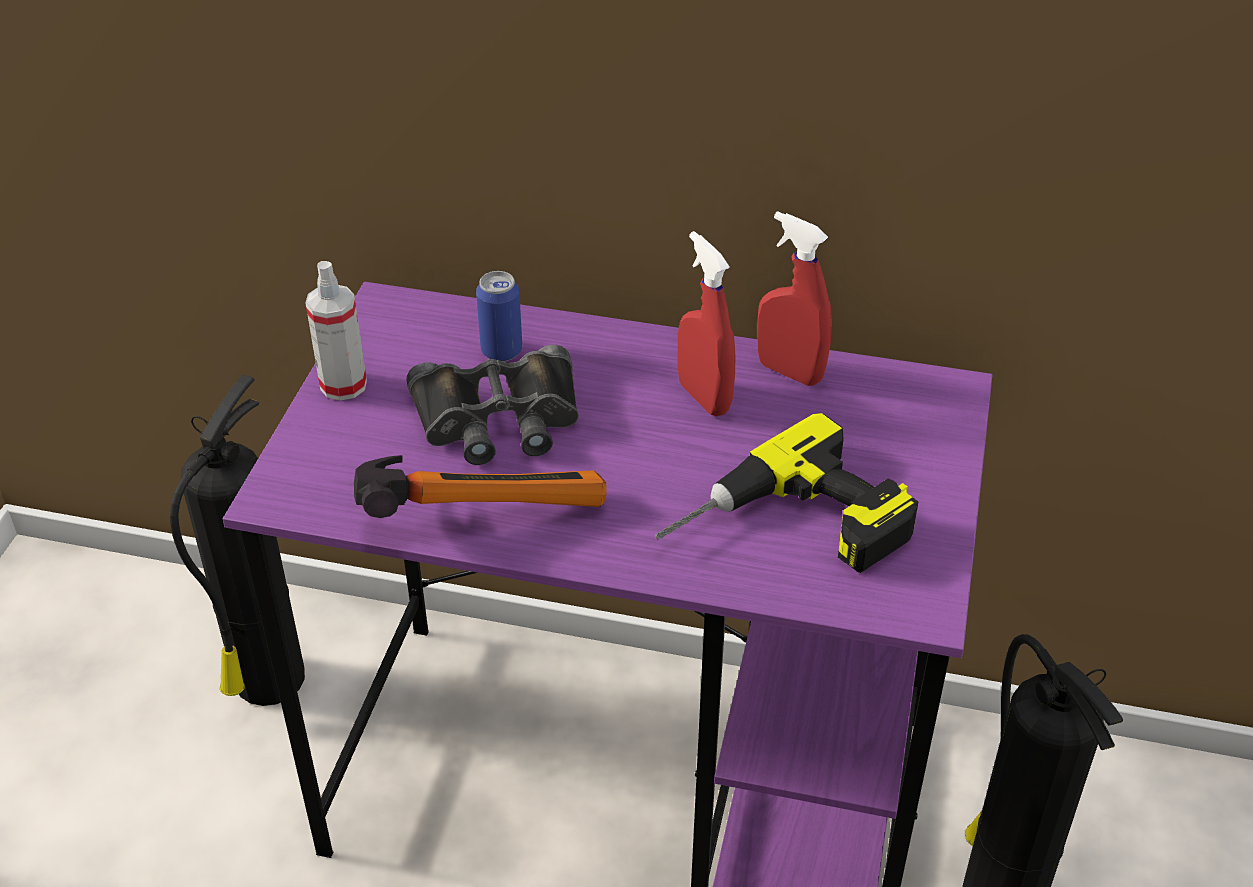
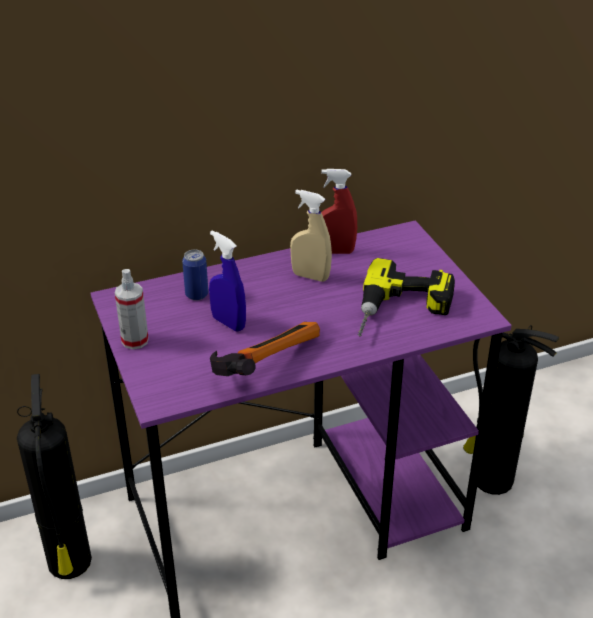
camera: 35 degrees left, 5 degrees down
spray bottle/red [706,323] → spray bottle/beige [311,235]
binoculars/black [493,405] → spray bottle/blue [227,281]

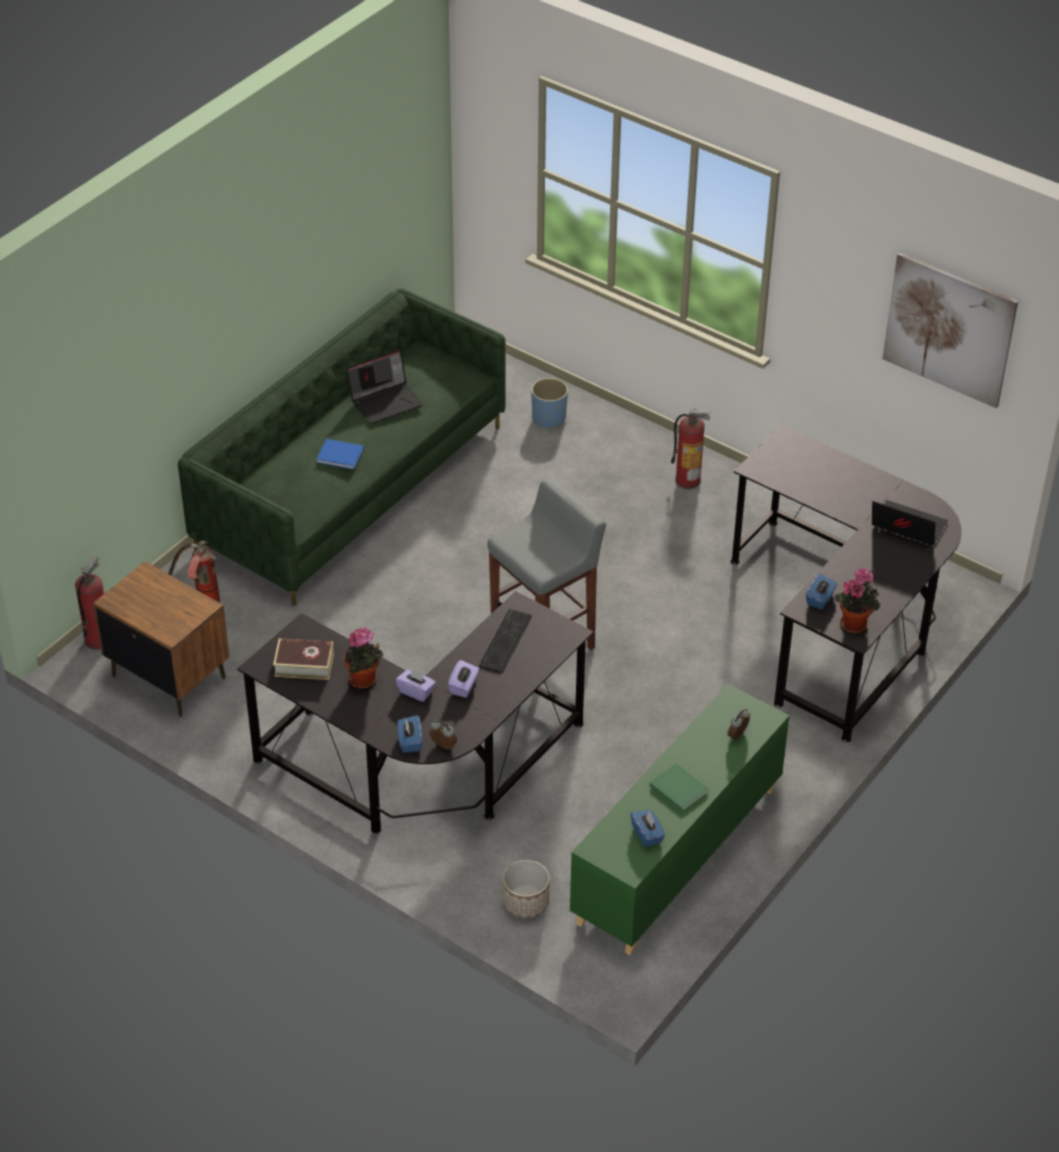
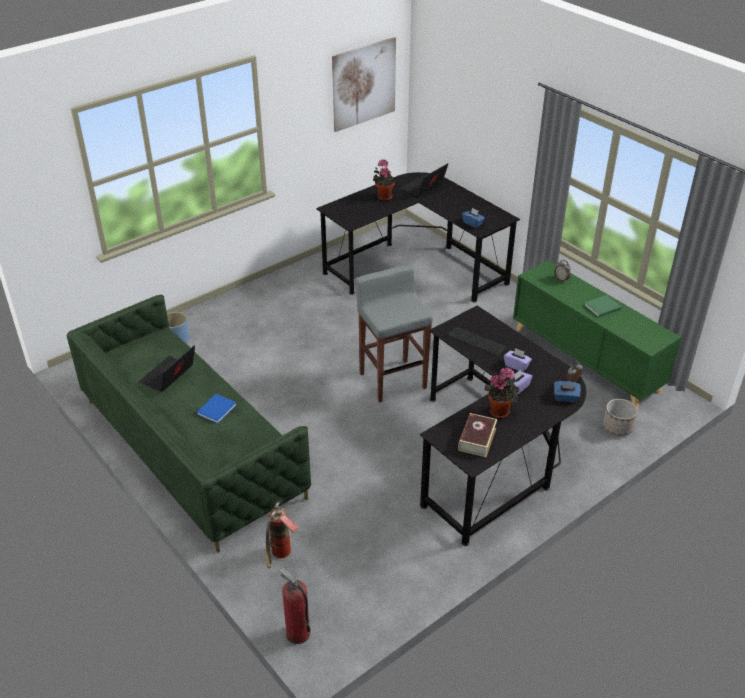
camera: 75 degrees left, 5 degrees down
laptop [384,387] → laptop [167,368], 135 degrees counterclockwise
fire extinguisher [691,449] → -
nightstand/brown [161,639] → -
potted plant [857,600] → potted plant [384,180], shifted
tissue box/blue [648,828] → -

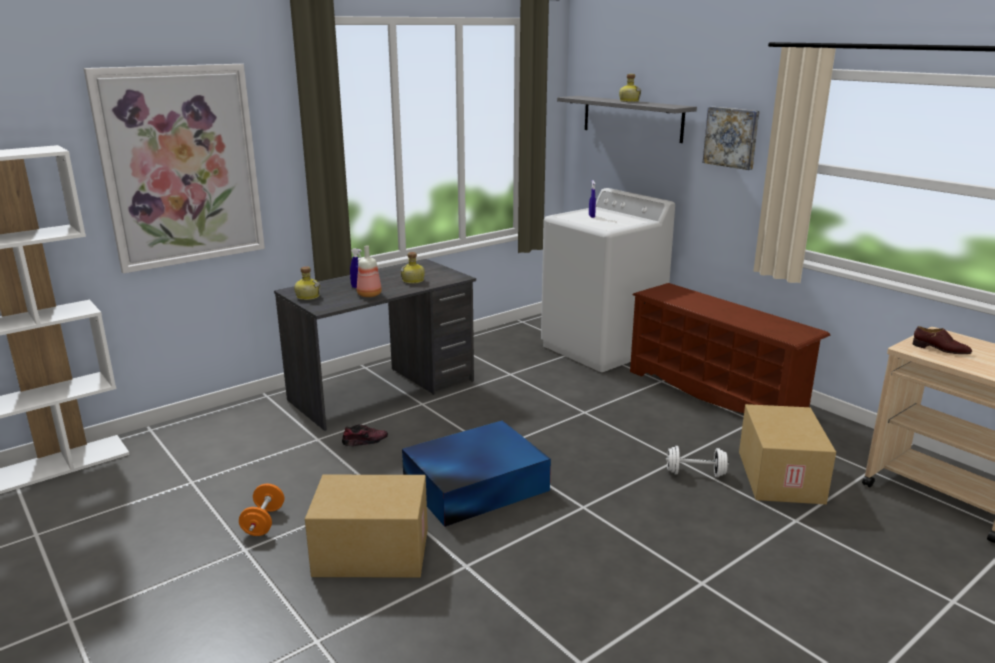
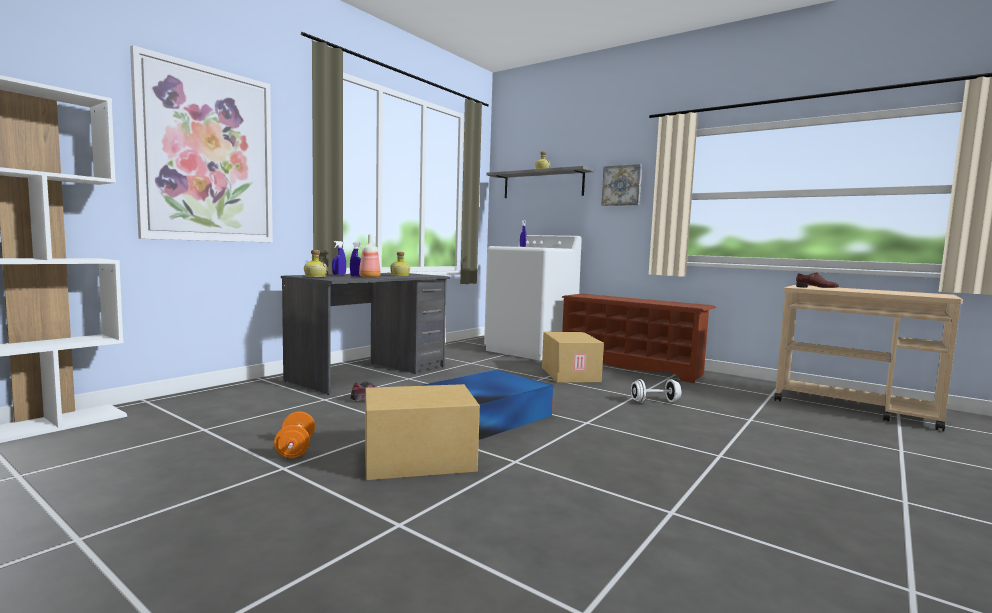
camera: 15 degrees left, 15 degrees down
cardboard box [787,454] → cardboard box [573,357], shifted
- → spray bottle/blue [339,258]

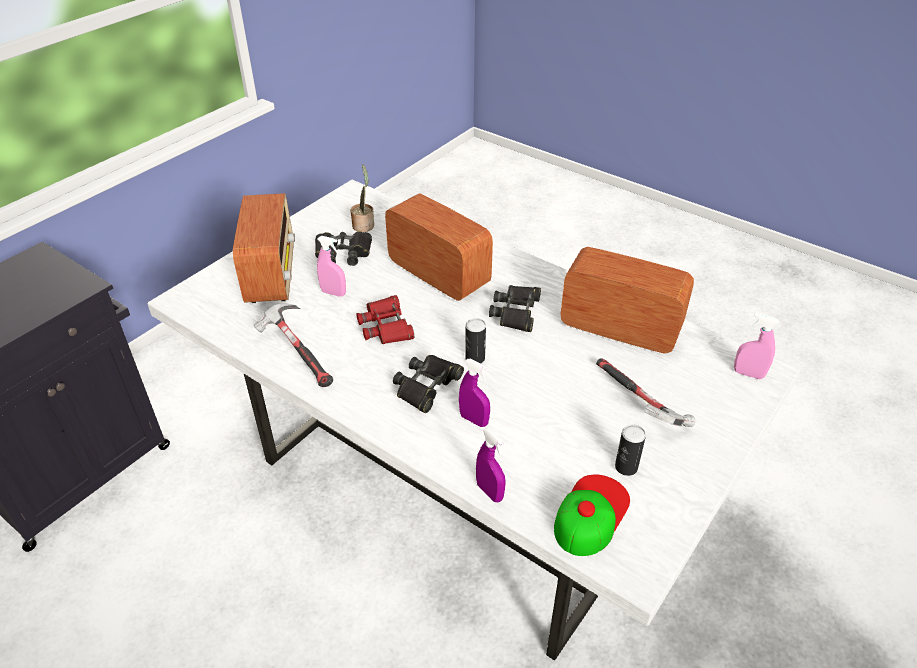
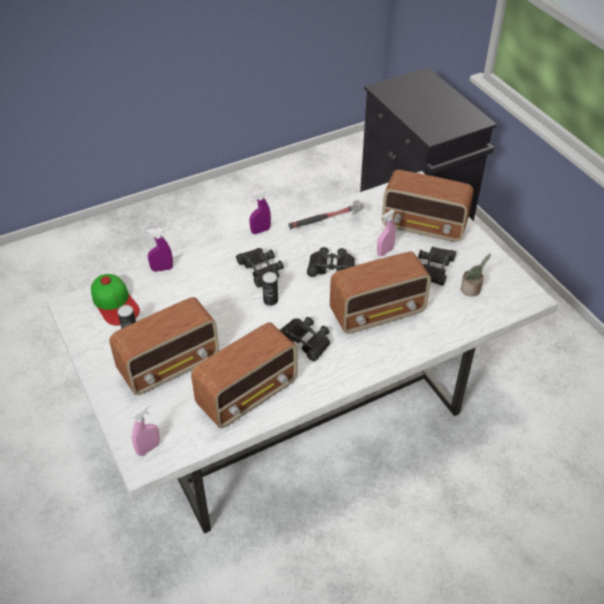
camera: 115 degrees right, 5 degrees up
binoculars/red [385,319] → binoculars/black [331,262]
hammer [645,392] → radio [164,346]
spray bottle/purple [474,393] → spray bottle/purple [260,212], shifted

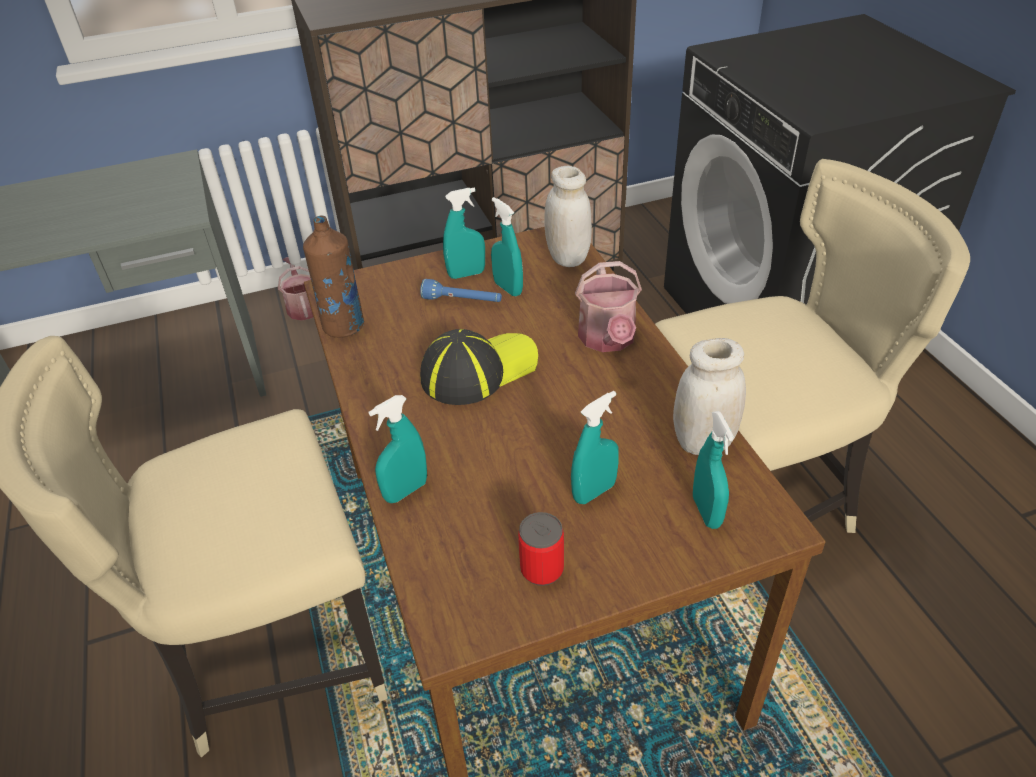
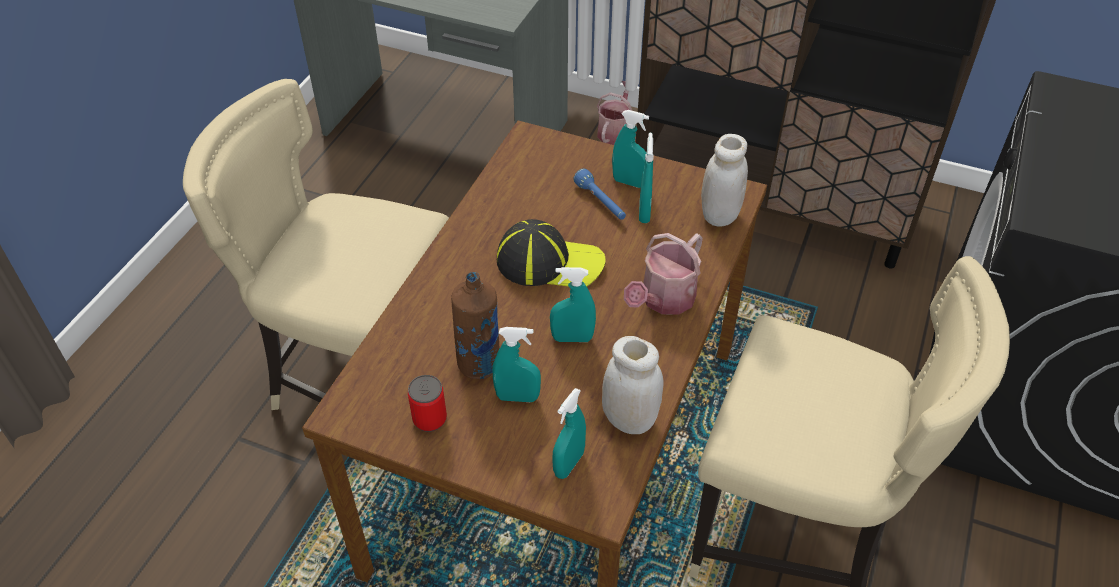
camera: 40 degrees right, 5 degrees up
bottle/brown [333,276] → bottle/brown [475,325], shifted
spray bottle/turquoise [398,449] → spray bottle/turquoise [573,304], shifted

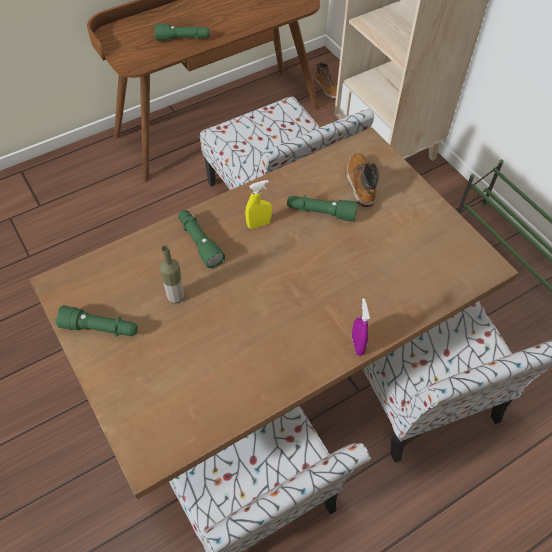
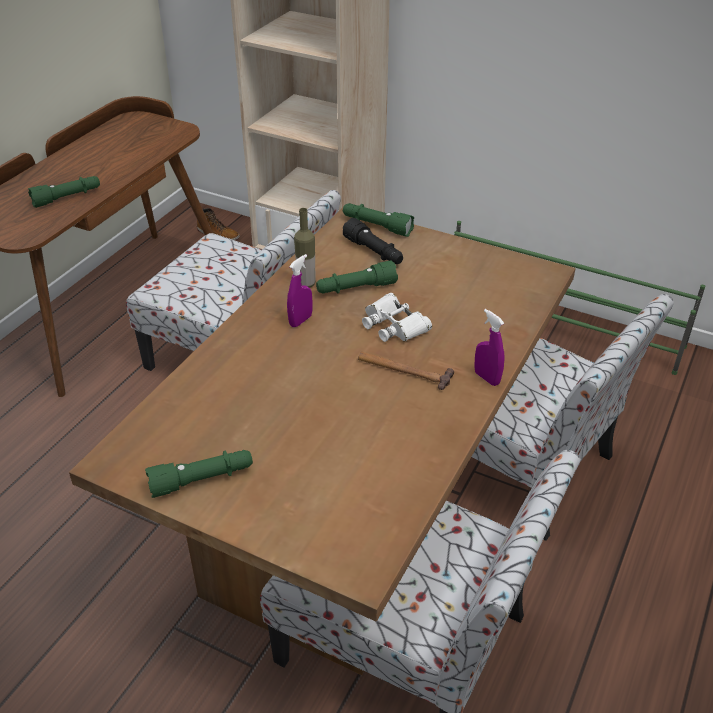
camera: 30 degrees left, 15 degrees down
boot [363,180] → flashlight/black [373,241]
spray bottle/yellow [258,204] → spray bottle/purple [299,290]
flashlight/green [201,239] → flashlight/green [378,220], shifted
bottle [171,274] → bottle [304,248], shifted
- → binoculars/white [397,317]
- → hammer [406,371]

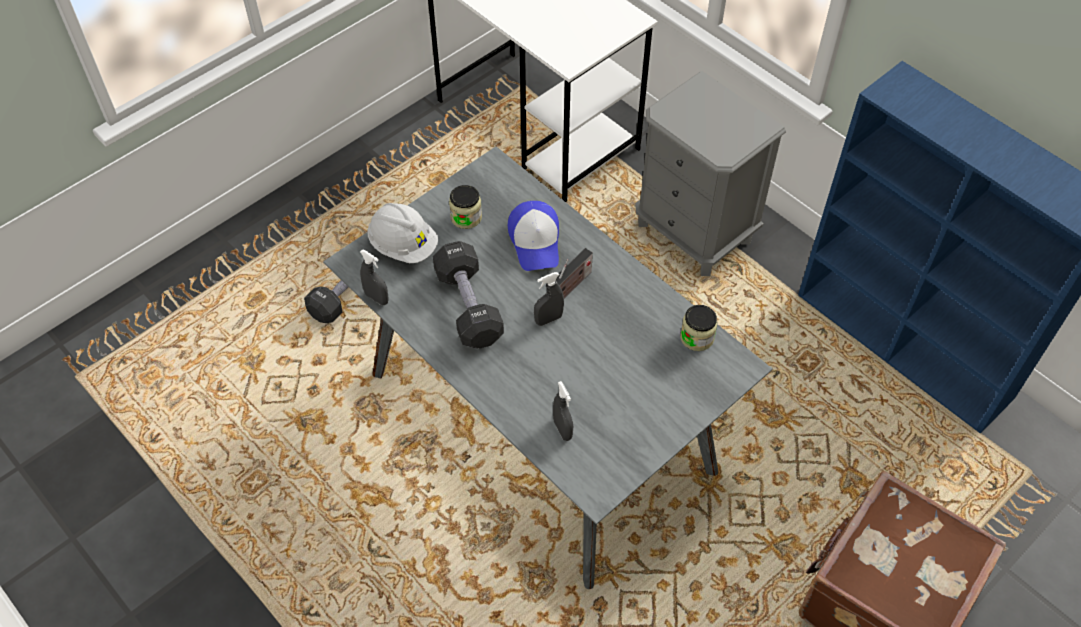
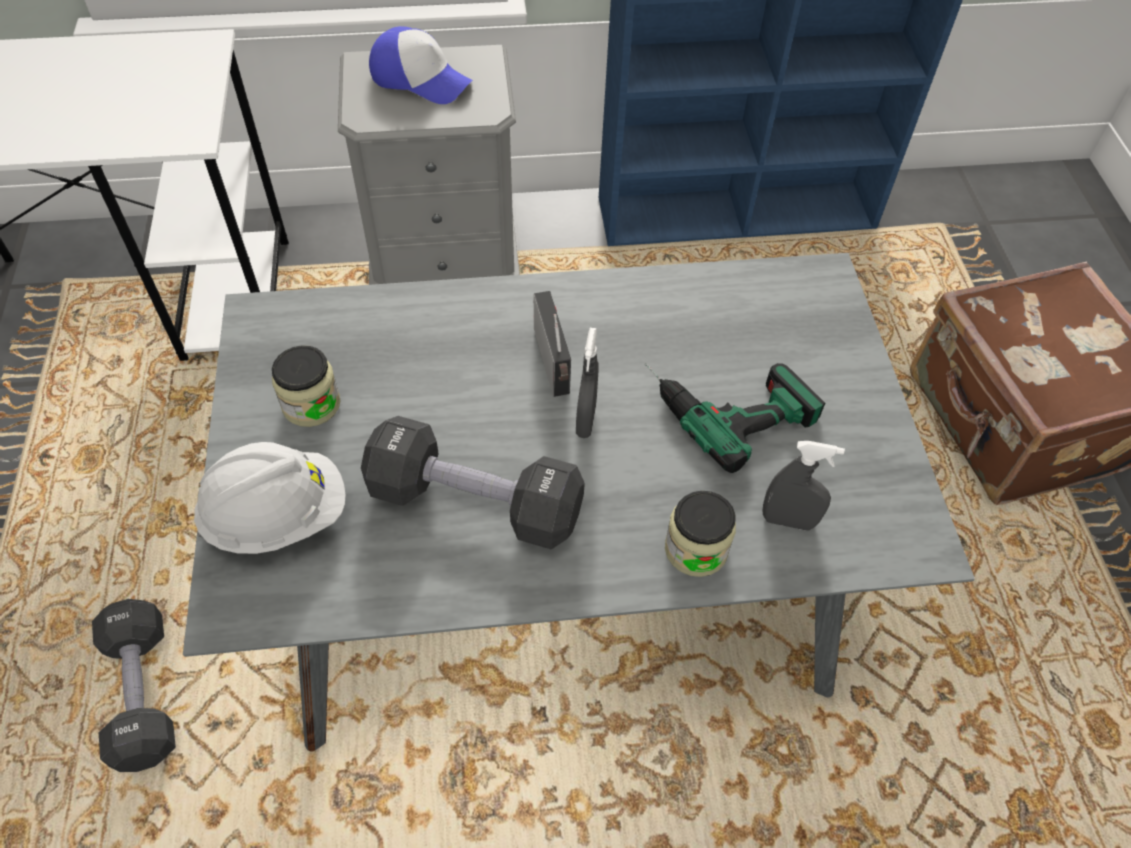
camera: 55 degrees left, 0 degrees up
cap [533,236] → cap [421,65], shifted
spray bottle/grey [374,277] → -
jar [698,328] → jar [700,534], shifted
- → power drill [735,418]

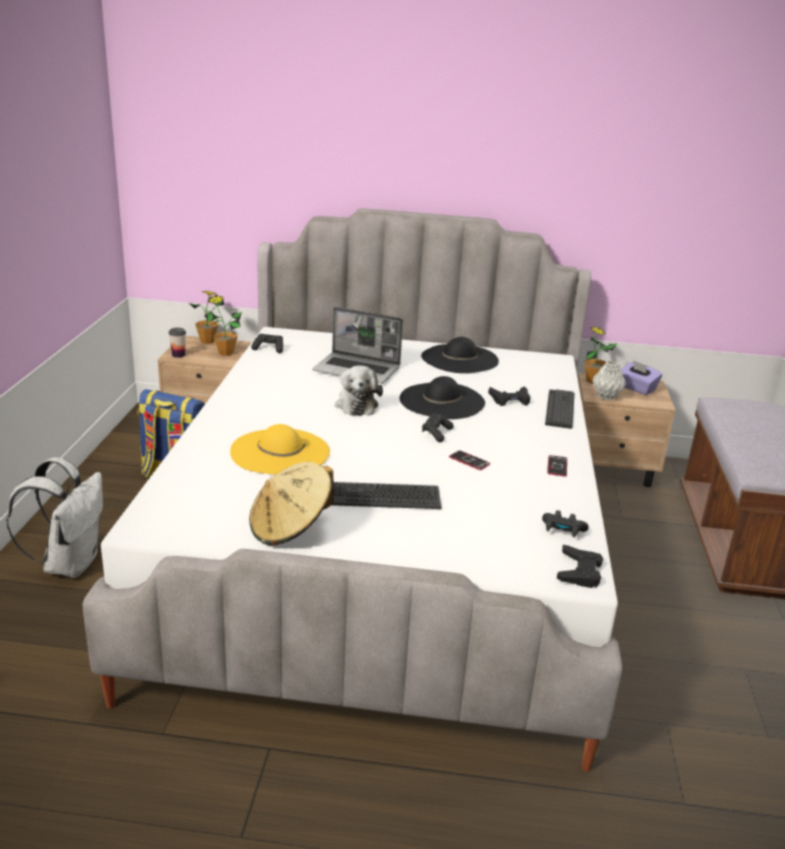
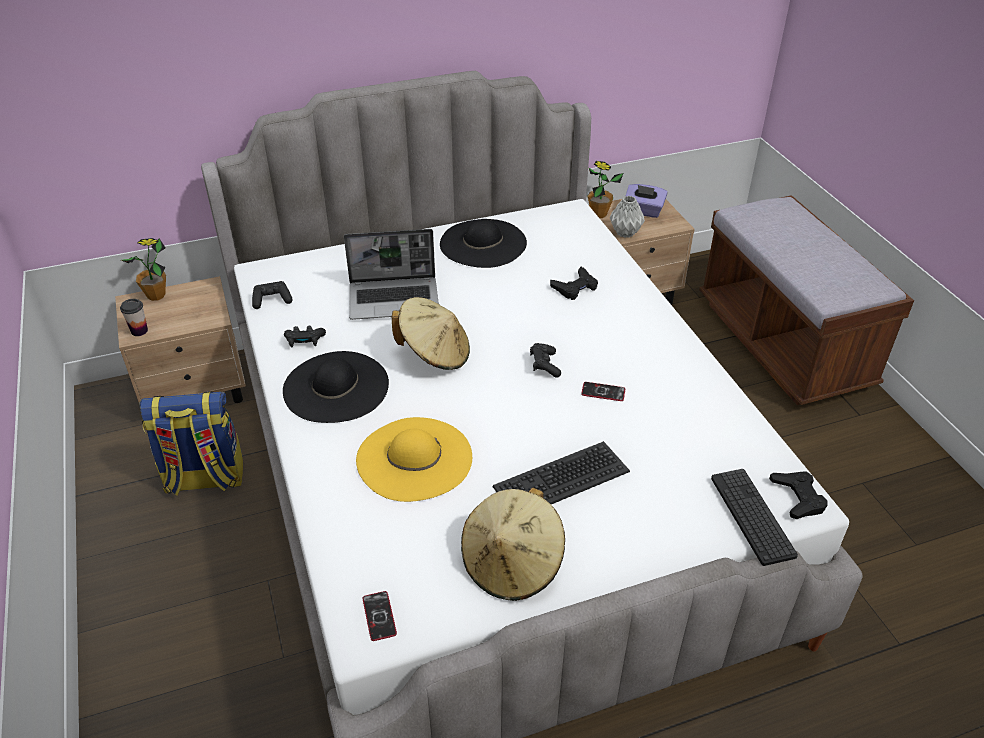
camera: 25 degrees left, 15 degrees up
potted plant [225,325] → -
plush toy [359,390] → hat/beige [431,333]
hat/black [442,397] → hat/black [336,387], shifted
keyboard [559,409] → keyboard [754,517], shifted
phone [557,465] → phone [380,616], shifted
backpack/white [54,517] → -
game controller/black [565,524] → game controller/black [305,337], shifted

